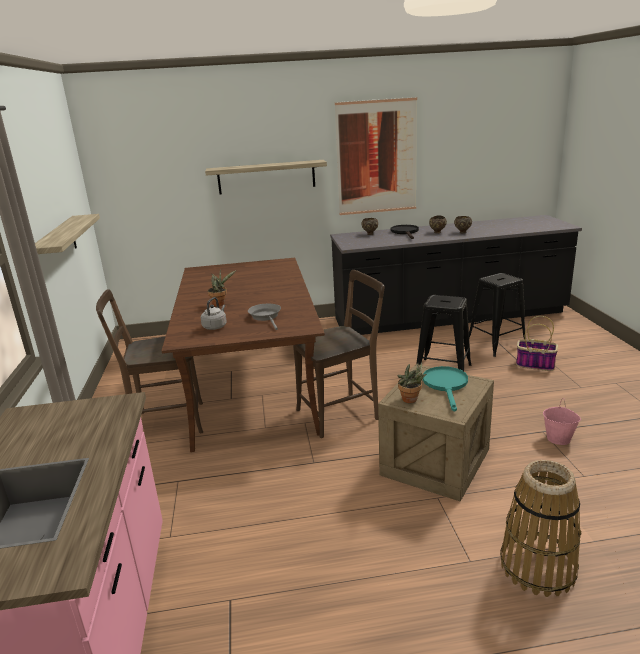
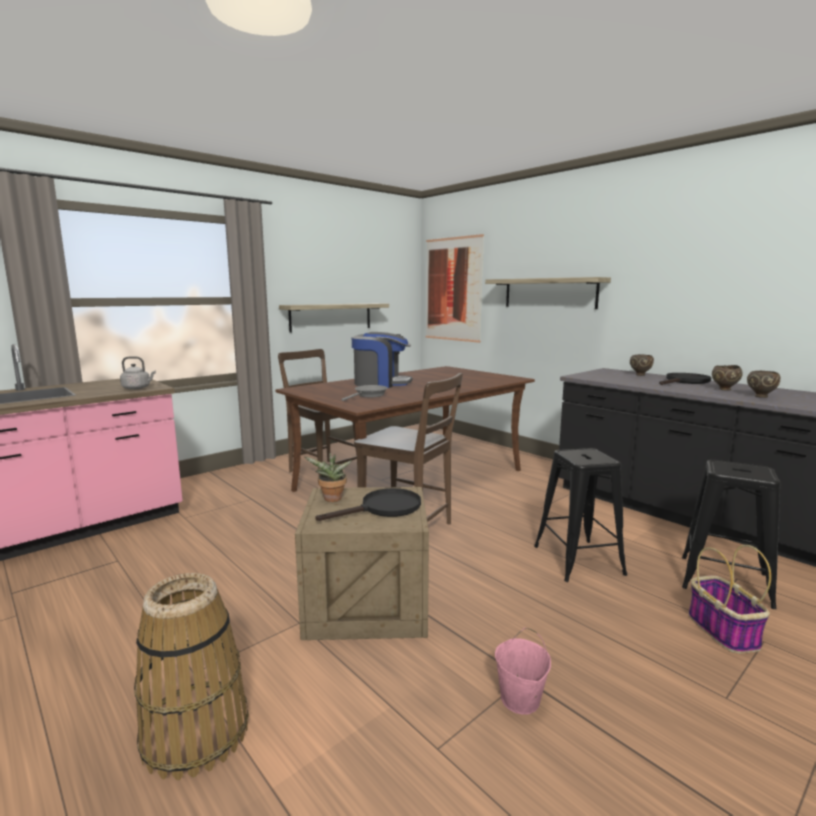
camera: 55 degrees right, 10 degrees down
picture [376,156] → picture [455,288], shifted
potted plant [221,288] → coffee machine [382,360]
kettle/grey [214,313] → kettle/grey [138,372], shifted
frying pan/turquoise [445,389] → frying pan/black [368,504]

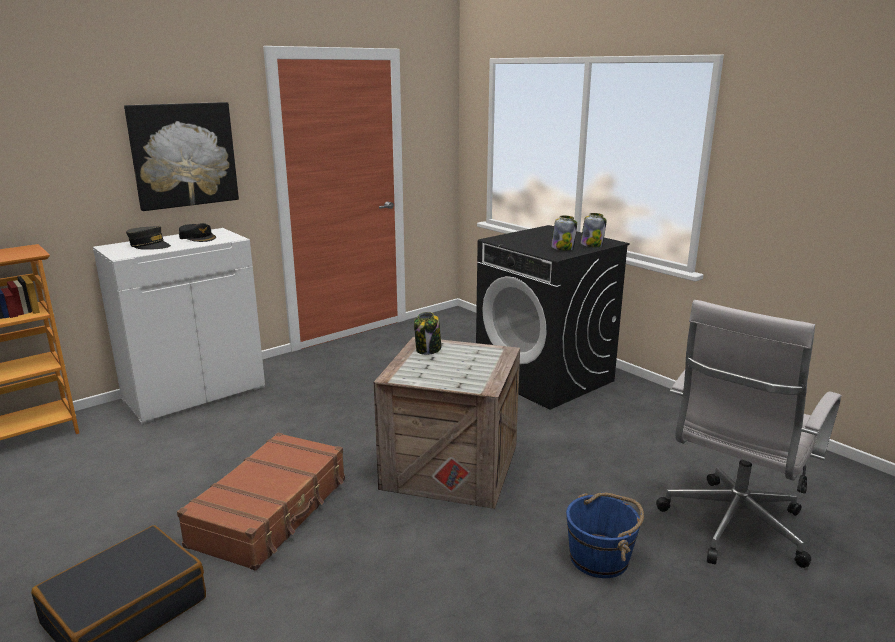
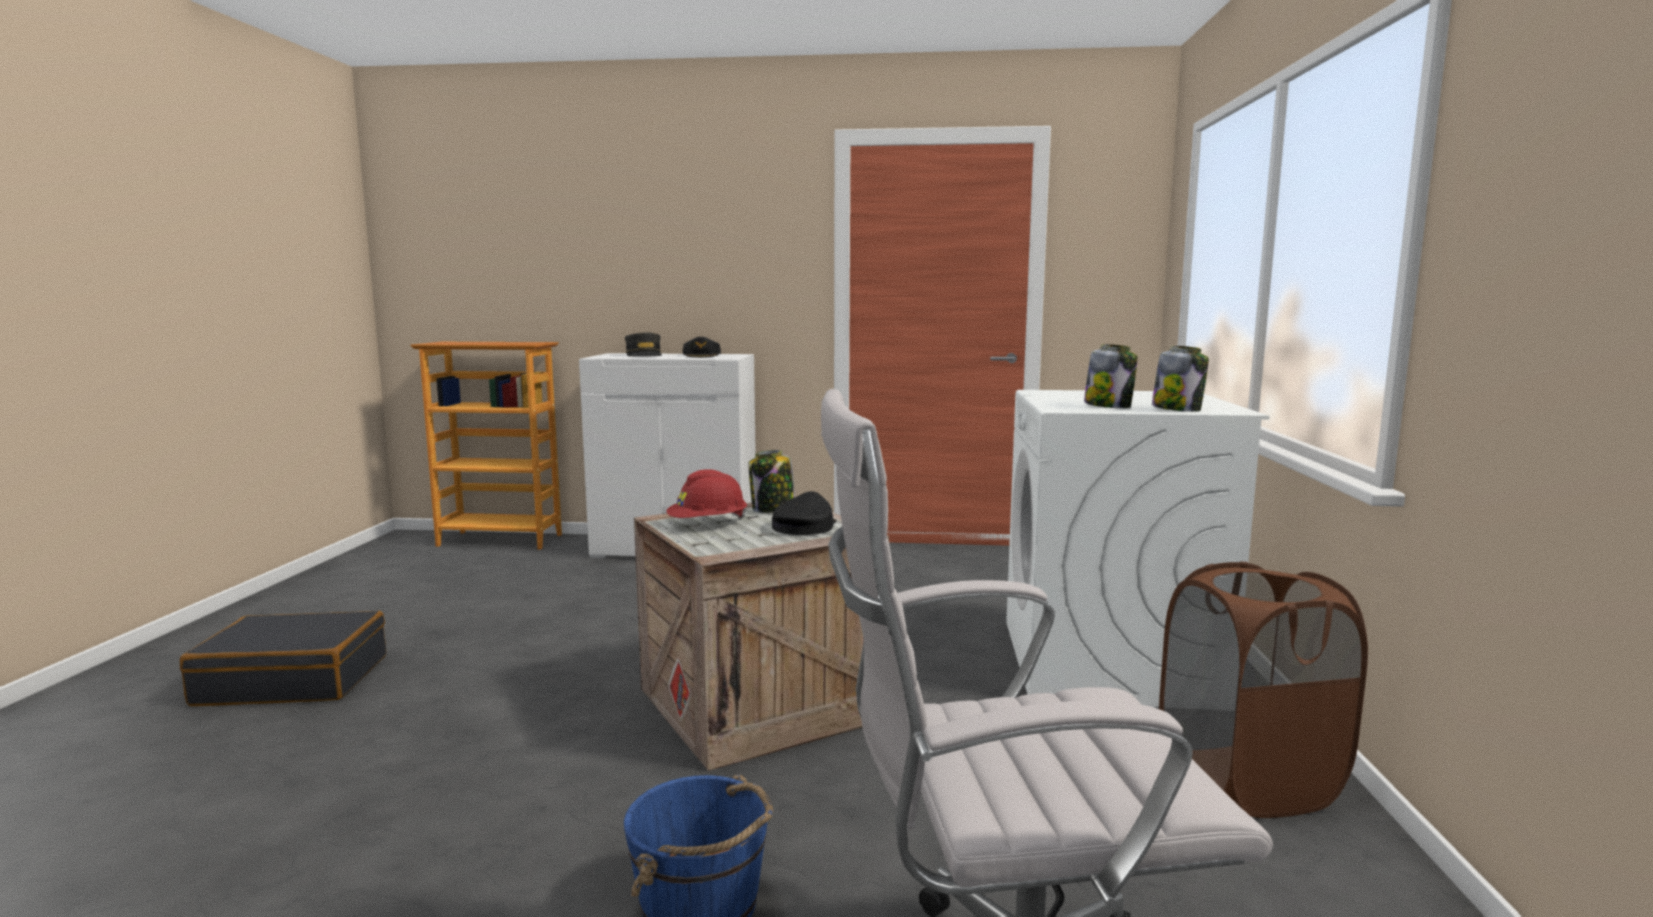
camera: 45 degrees right, 10 degrees down
picture [181,156] → -
washing machine/black [553,317] → washing machine/white [1138,549]
suitcase/brown [261,502] → -
- → hard hat/red [706,494]
- → cap/black [804,513]
- → laundry basket/brown [1263,689]

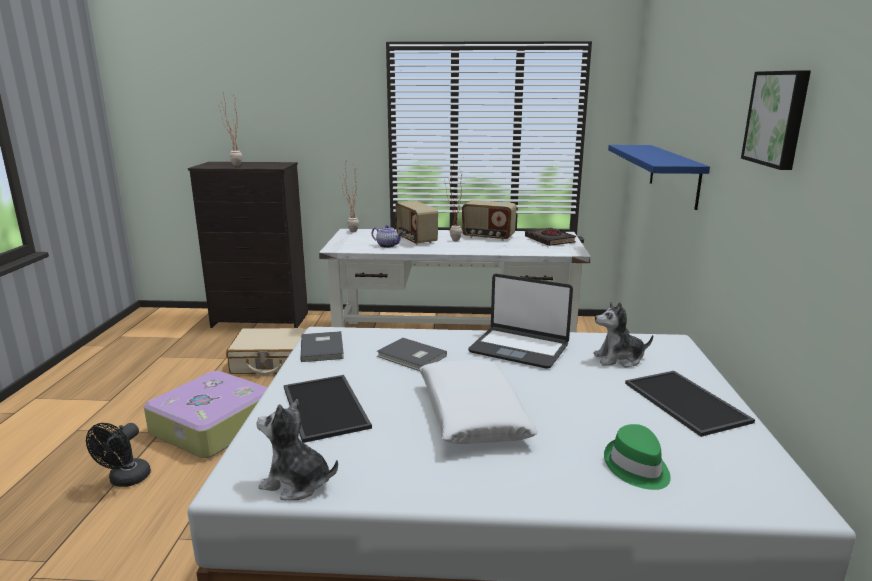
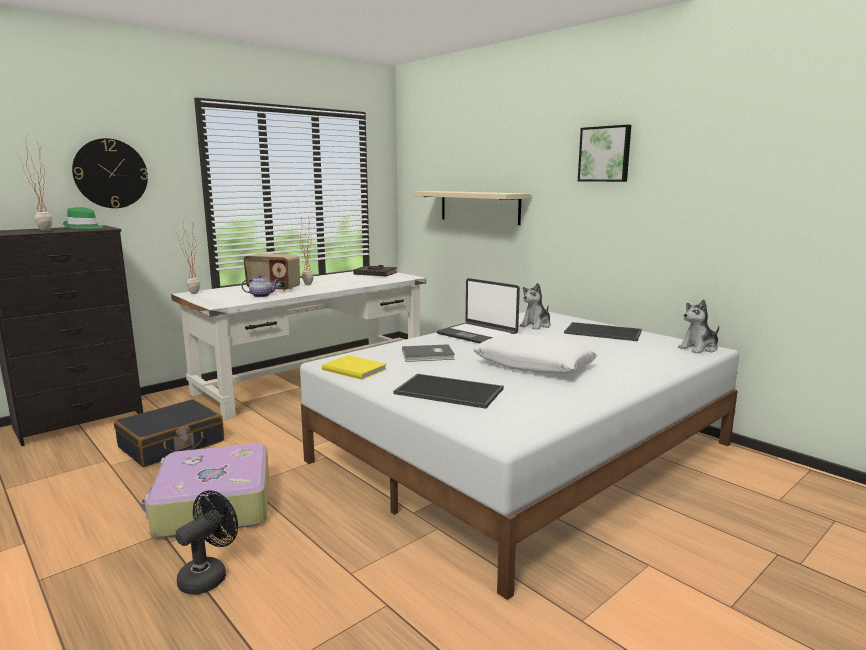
camera: 45 degrees left, 5 degrees down
shelf/blue [659,177] → shelf/beige [471,208]
radio [489,220] → -
laptop [520,321] → laptop [478,311], 60 degrees clockwise
suitcase/beige [266,352] → suitcase/black [169,433]
book/grey [322,346] → book/yellow [354,367]
plush toy [297,449] → plush toy [698,326], shifted
fan/black [118,455] → fan/black [206,542], 120 degrees counterclockwise
hat/green [637,457] → hat/green [83,218], shifted
- → wall clock [110,173]

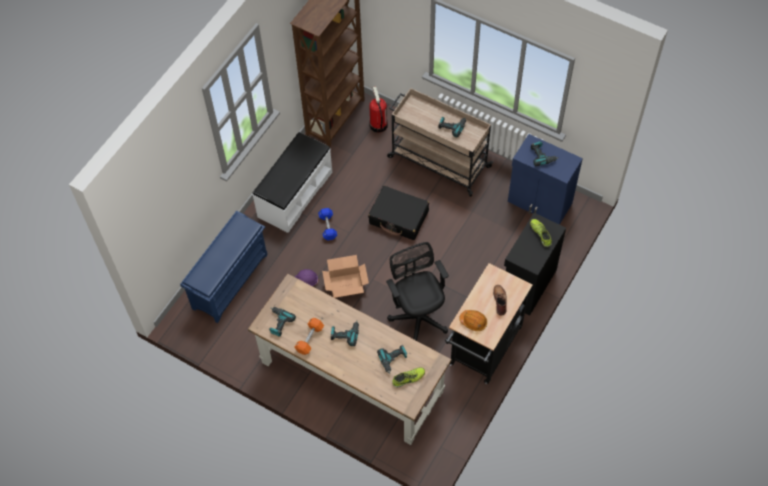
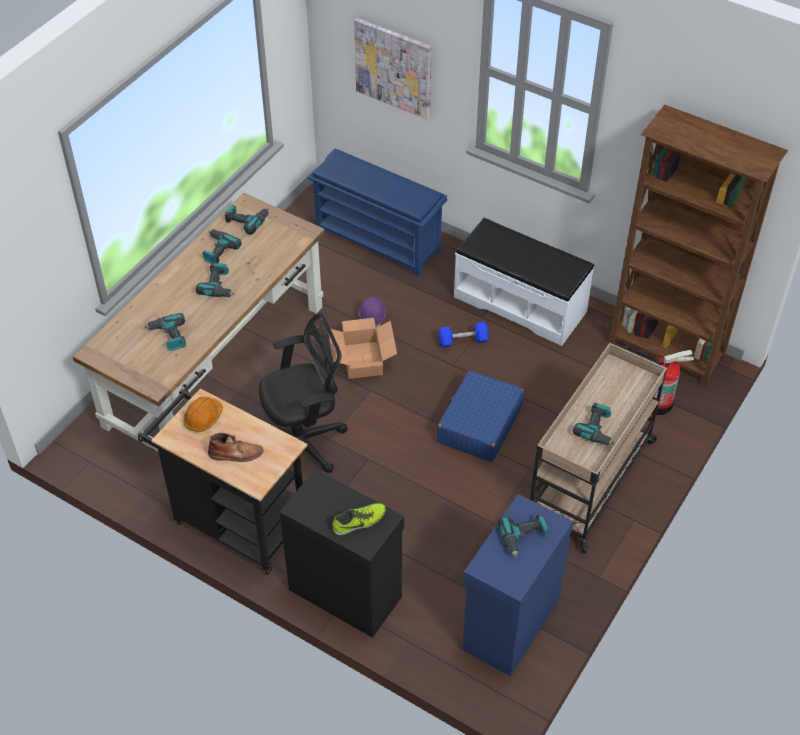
camera: 90 degrees right, 10 degrees down
suitcase/black [398,213] → suitcase/blue [480,416]
dumbbell/orange [309,336] → power drill [222,246]
shoe [408,377] → -
- → picture [393,69]

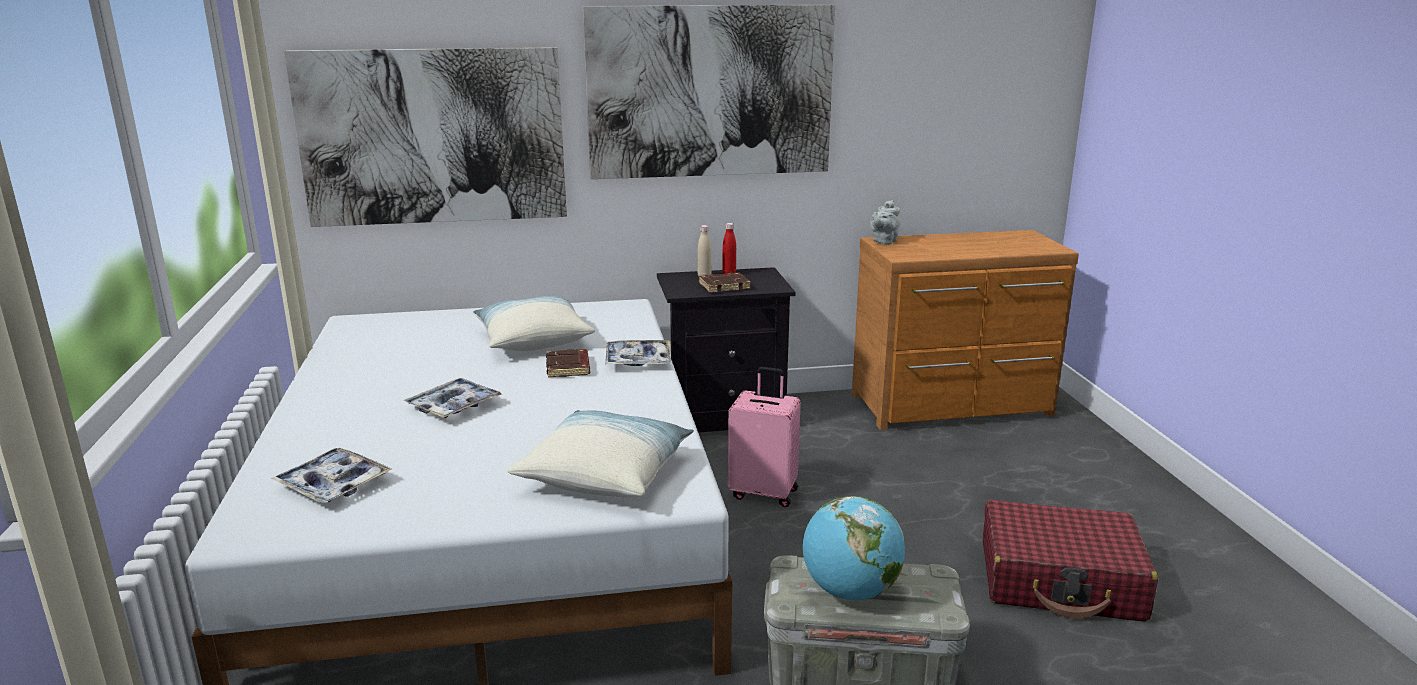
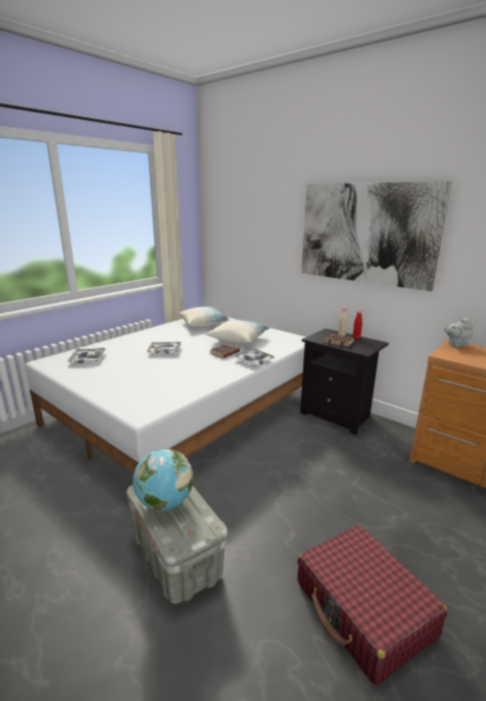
camera: 50 degrees right, 0 degrees up
picture [425,137] → -
suitcase/pink [764,437] → -
pillow [600,453] → pillow [204,317], shifted

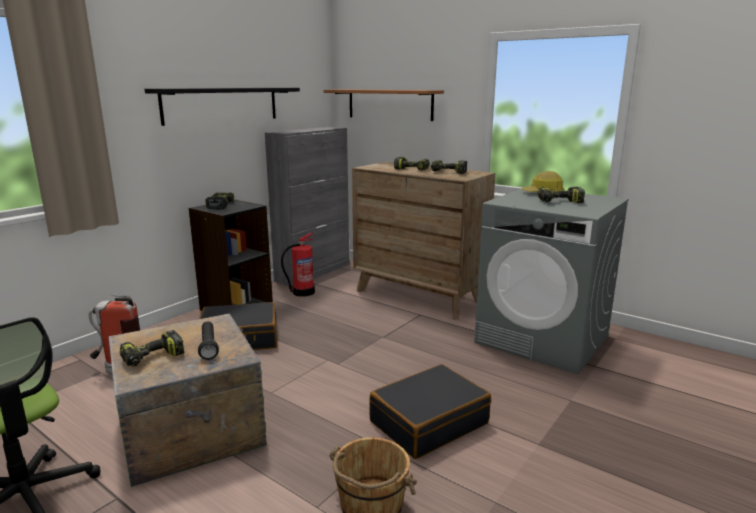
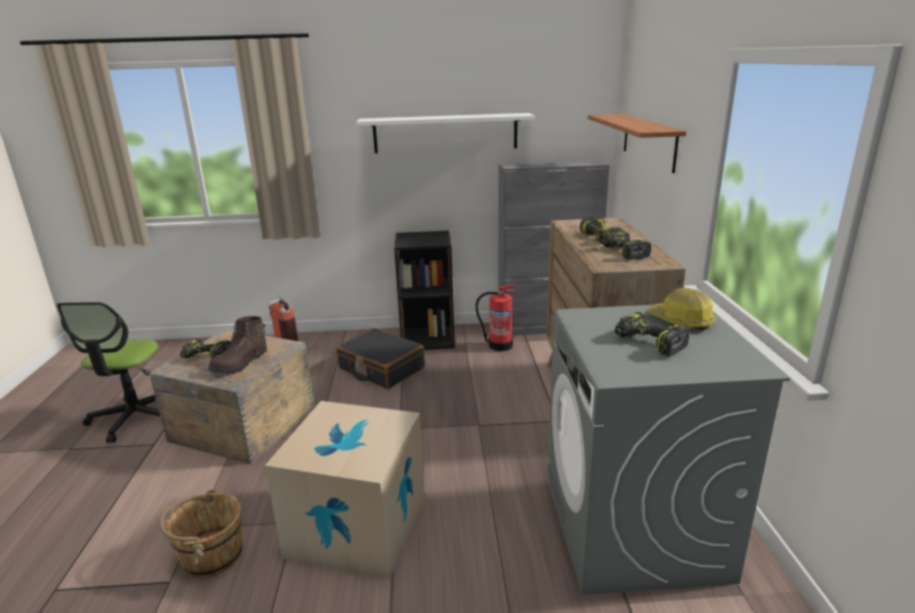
camera: 50 degrees right, 5 degrees up
shelf/black [222,107] → shelf/white [445,133]
power drill [219,201] → -
flashlight/black [208,340] → boot/brown [238,345]
suitcase/black [430,411] → cardboard box [345,490]

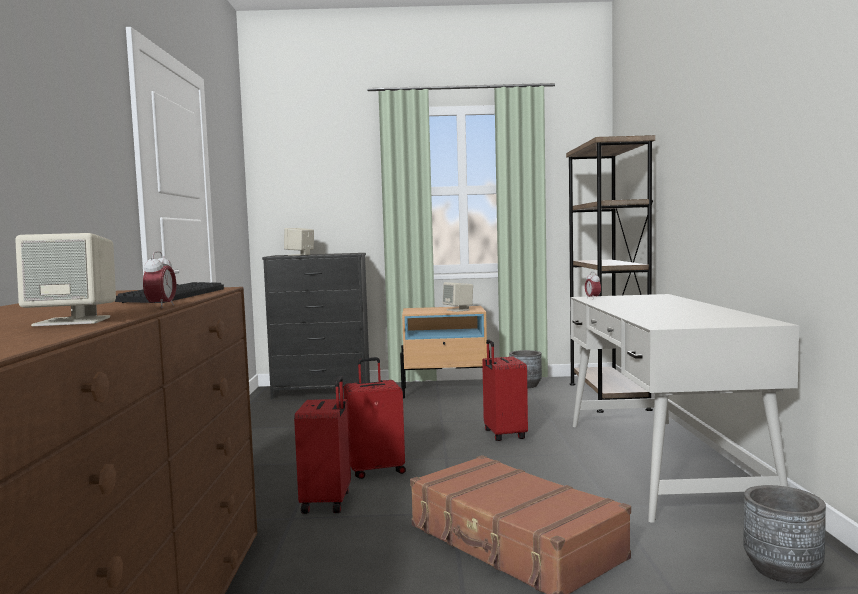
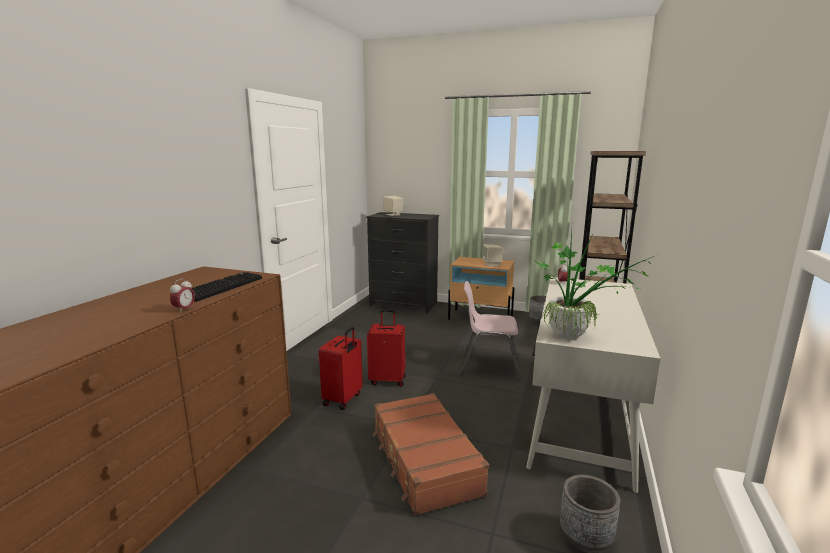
camera: 20 degrees right, 10 degrees up
speaker/beige [65,279] → -
suitcase/red [505,390] → chair/pink [490,330]
- → potted plant [594,284]

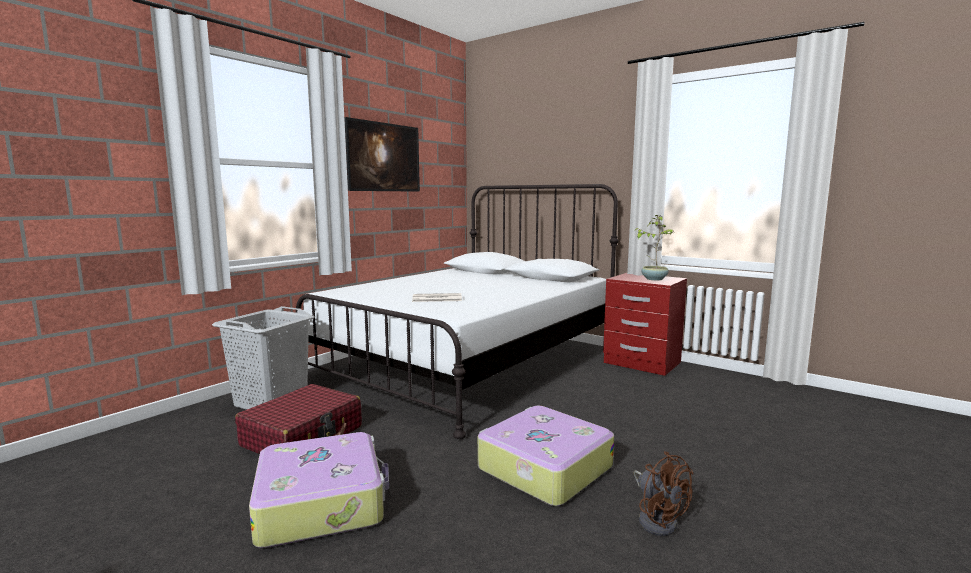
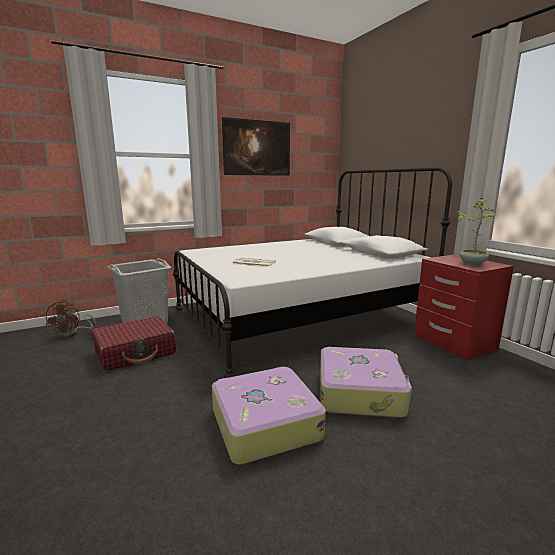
camera: 25 degrees right, 5 degrees up
suitcase [319,490] → suitcase [366,382], shifted
fan/brown [663,493] → fan/brown [71,319], shifted

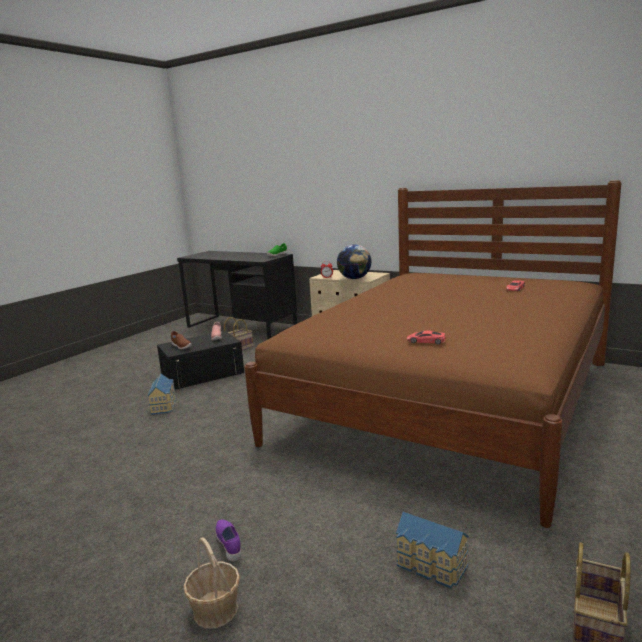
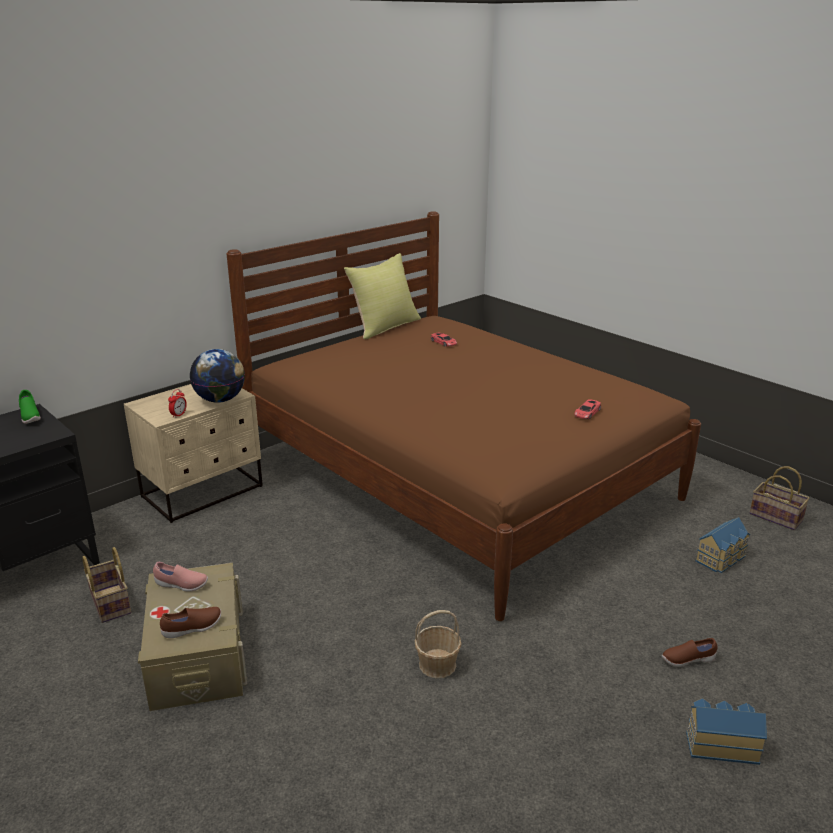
camera: 75 degrees left, 10 degrees up
storage box/black [200,360] → storage box/beige [192,637]
toy house [161,394] → toy house [726,731], shifted
shoe/purple [228,540] → shoe/brown [690,652]
basket [211,583] → basket [438,644], shifted
- → pillow/yellow [382,296]

